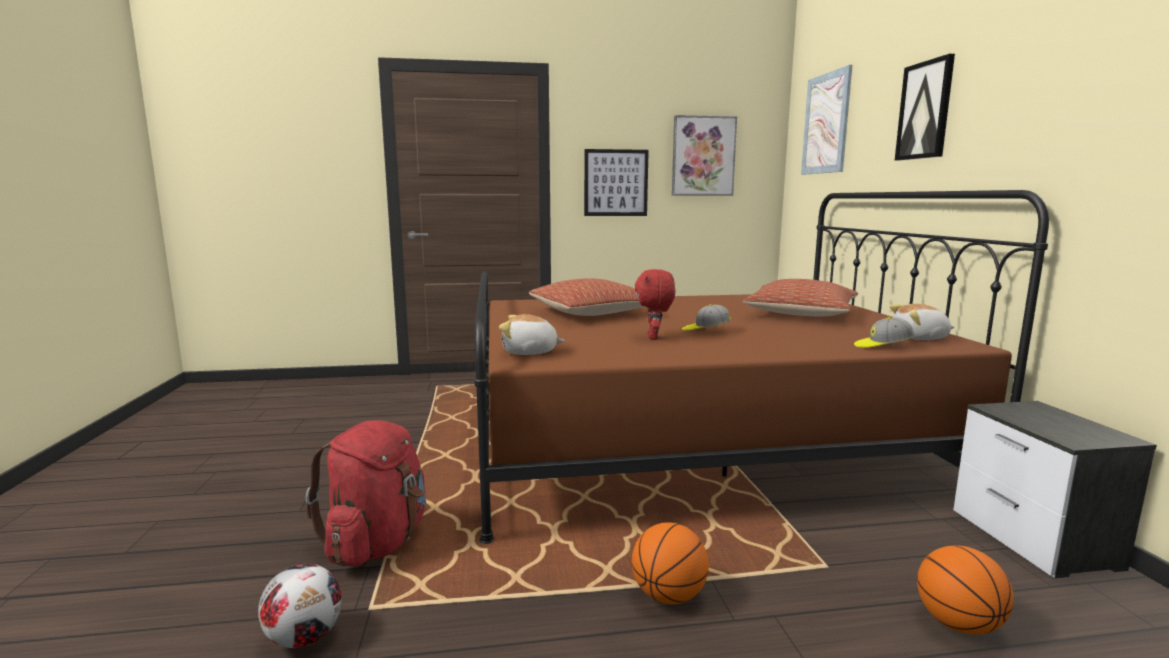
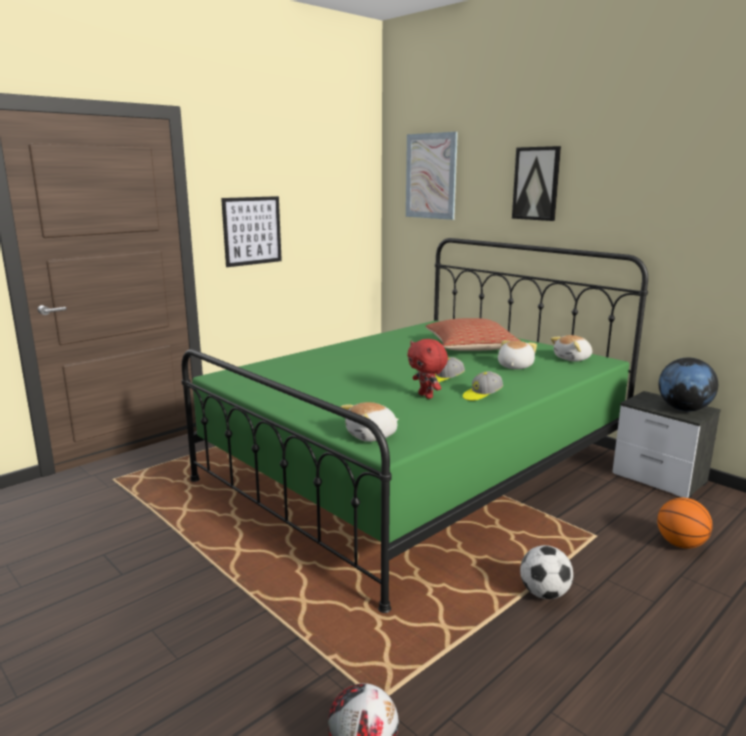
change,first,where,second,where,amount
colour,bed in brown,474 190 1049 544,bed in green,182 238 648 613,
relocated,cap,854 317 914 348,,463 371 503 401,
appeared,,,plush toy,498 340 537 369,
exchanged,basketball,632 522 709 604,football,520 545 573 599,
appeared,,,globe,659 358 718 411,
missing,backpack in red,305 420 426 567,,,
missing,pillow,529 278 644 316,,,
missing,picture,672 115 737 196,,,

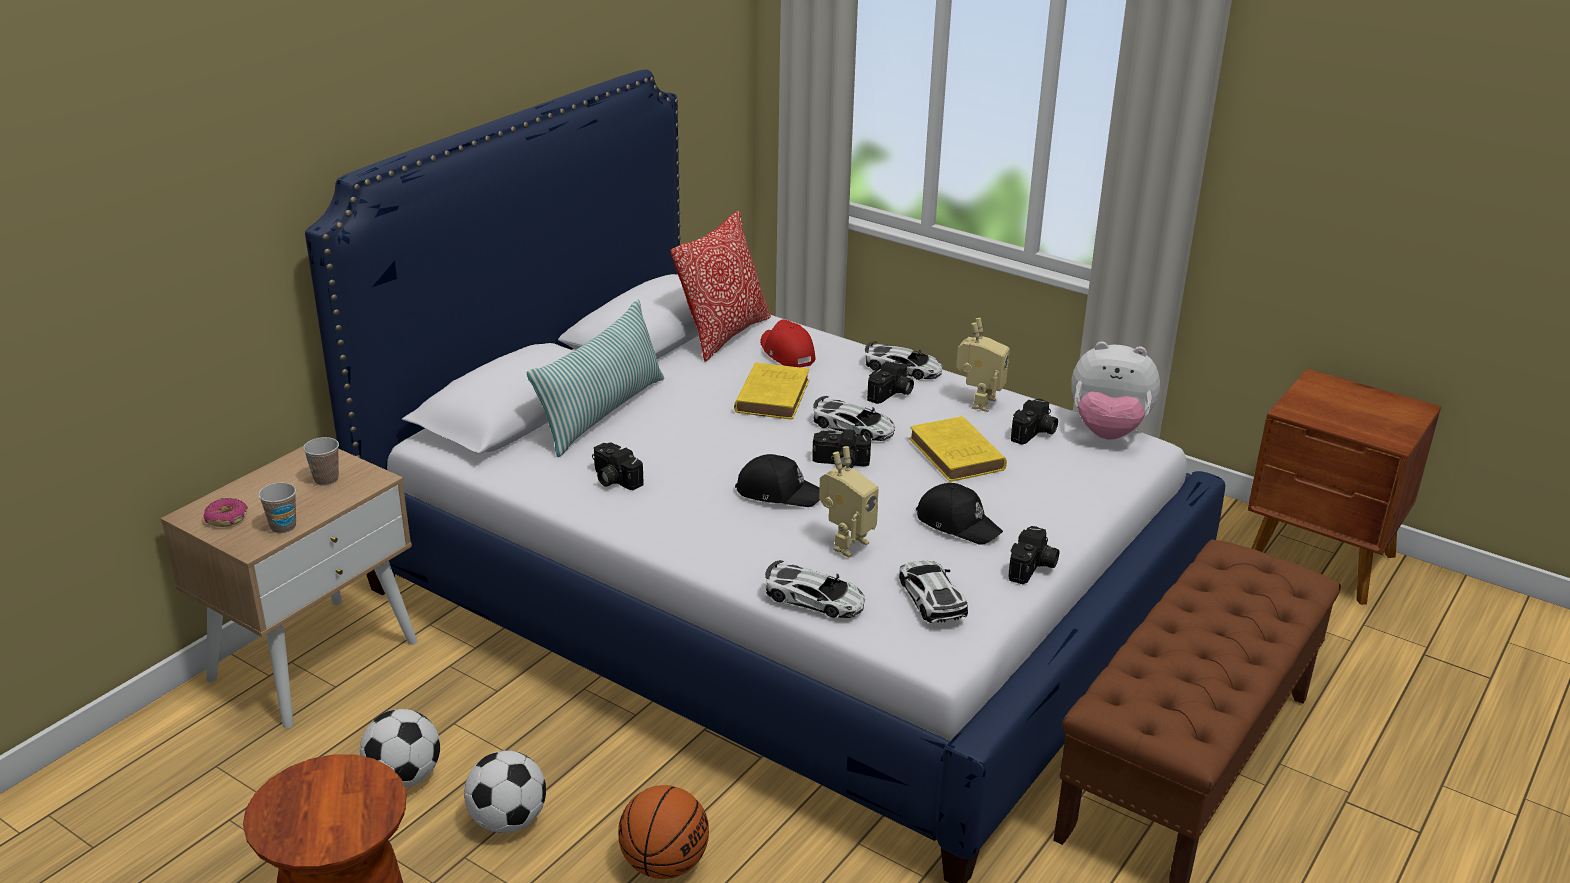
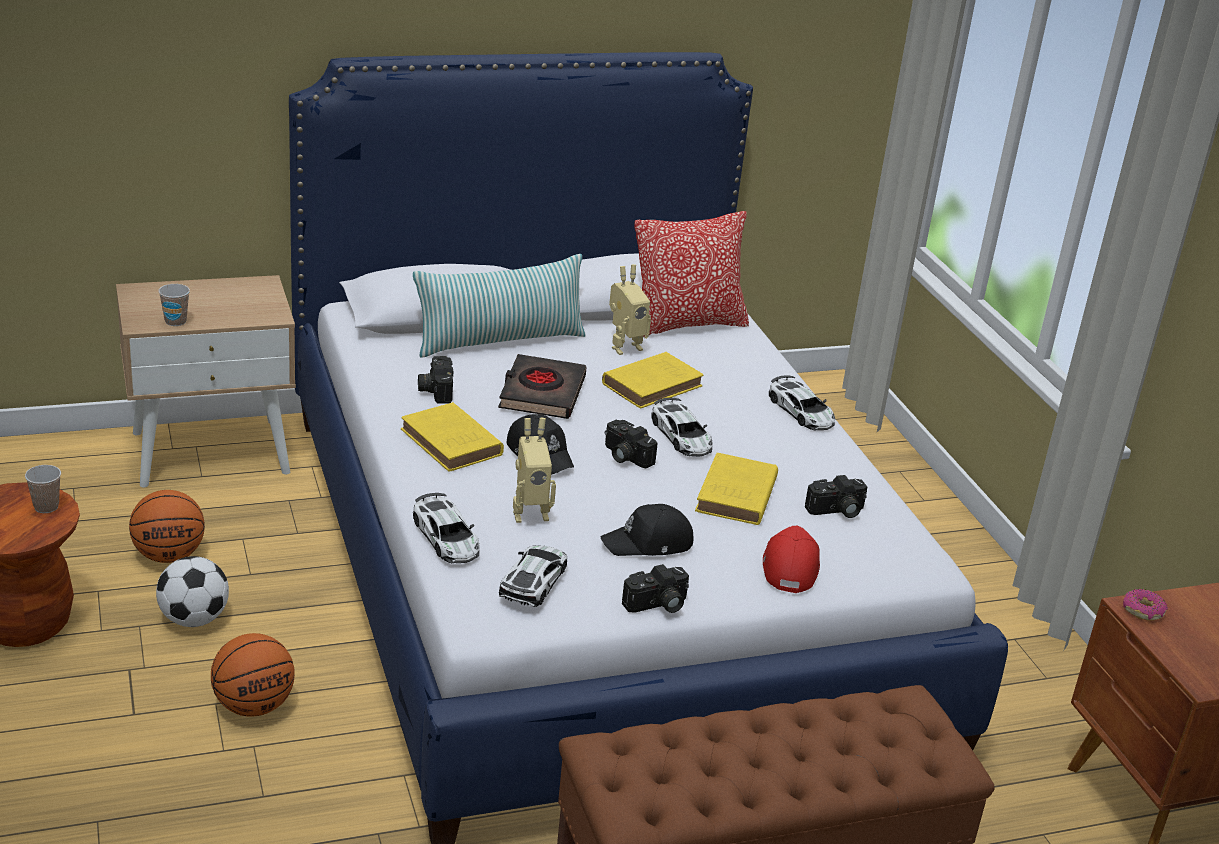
change,first,where,second,where,amount
relocated,cup,303 437 339 486,,25 465 61 513,
exchanged,football,360 709 440 788,basketball,129 490 205 563,
appeared,,,book in yellow,401 402 504 472,
appeared,,,book in black,498 354 587 419,
spun,cap in black,916 483 1003 545,,600 504 694 556,90 degrees clockwise
relocated,toy robot,956 318 1010 412,,609 265 651 355,
relocated,cap in red,760 320 816 368,,763 526 820 593,
relocated,donut,204 498 248 527,,1123 589 1168 621,
missing,photo camera,867 361 914 404,,,
missing,plush toy,1071 341 1160 440,,,

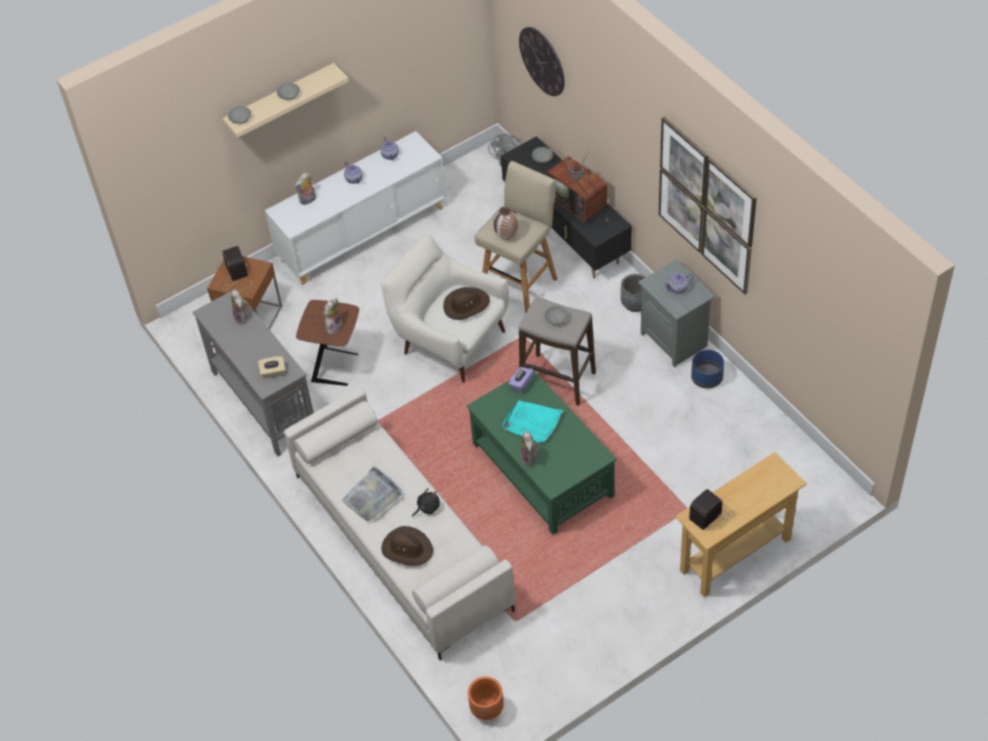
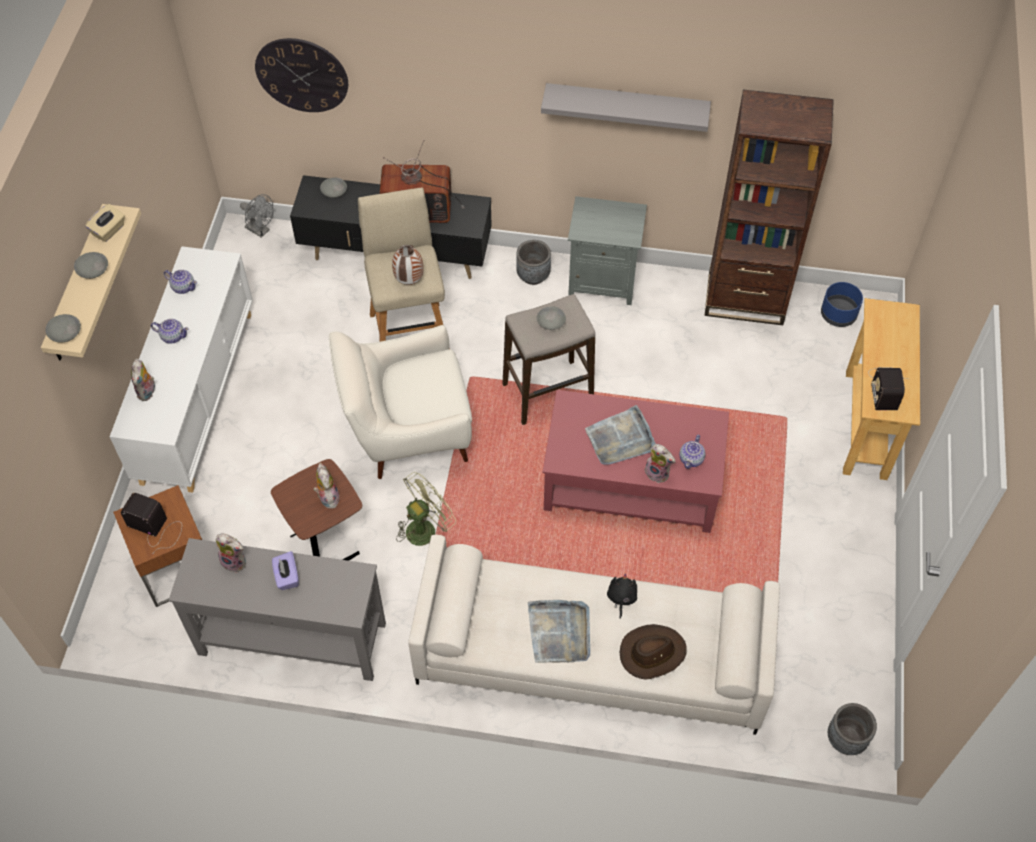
change,first,where,second,where,amount
relocated,tissue box in beige,258 356 285 378,,85 204 125 242,
relocated,tissue box in purple,508 367 534 393,,272 551 299 590,
appeared,,,fan in green,396 472 456 546,
exchanged,picture,659 117 757 295,shelf in grey,541 83 711 132,
colour,coffee table in green,467 368 617 535,coffee table in red,543 390 729 533,
colour,tray in turquoise,502 401 563 443,tray in grey,585 405 656 465,
relocated,teapot,664 273 693 293,,679 434 705 469,
appeared,,,bookcase in brown,705 89 834 325,
relocated,planter in blue,691 350 724 389,,821 282 863 327,
colour,planter in orange,468 677 504 720,planter in grey,828 703 877 755,
missing,hat in brown,443 287 490 320,,,

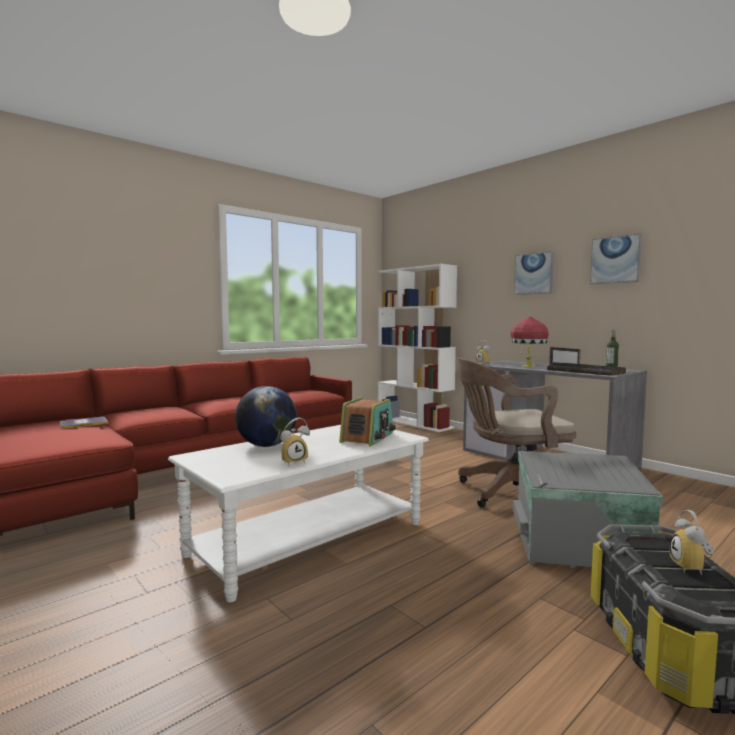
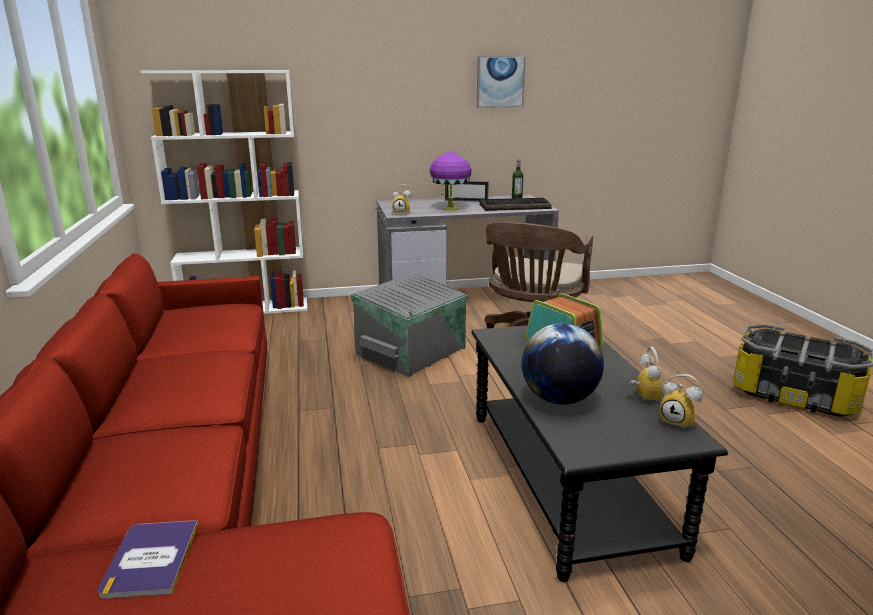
change,first,where,second,where,amount
relocated,storage box in grey,513 451 663 568,,351 273 468 377,
colour,table lamp in red,511 316 549 367,table lamp in purple,430 151 471 210,
colour,coffee table in white,168 425 429 602,coffee table in black,471 325 728 582,
relocated,alarm clock,669 510 714 576,,660 374 703 430,
missing,picture,514 251 554 295,,,

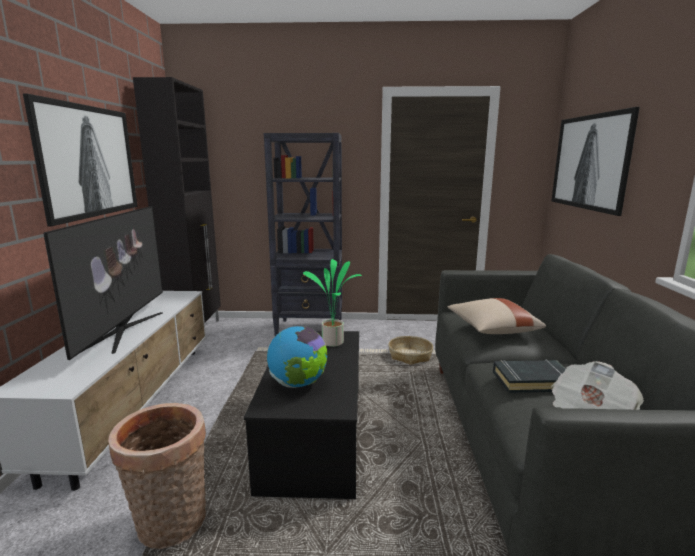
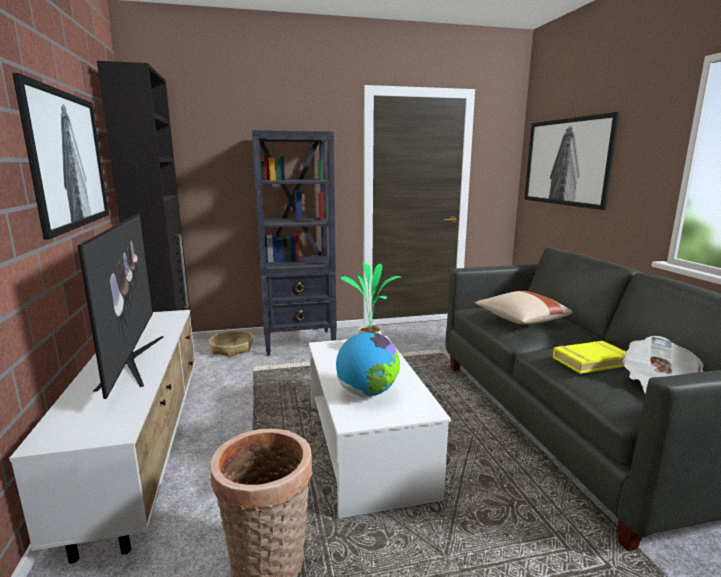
change,first,where,second,where,amount
relocated,basket,388 336 433 365,,209 331 253 357,
colour,coffee table in black,244 331 359 499,coffee table in white,309 336 451 518,
colour,book in black,493 360 566 393,book in yellow,553 341 626 374,

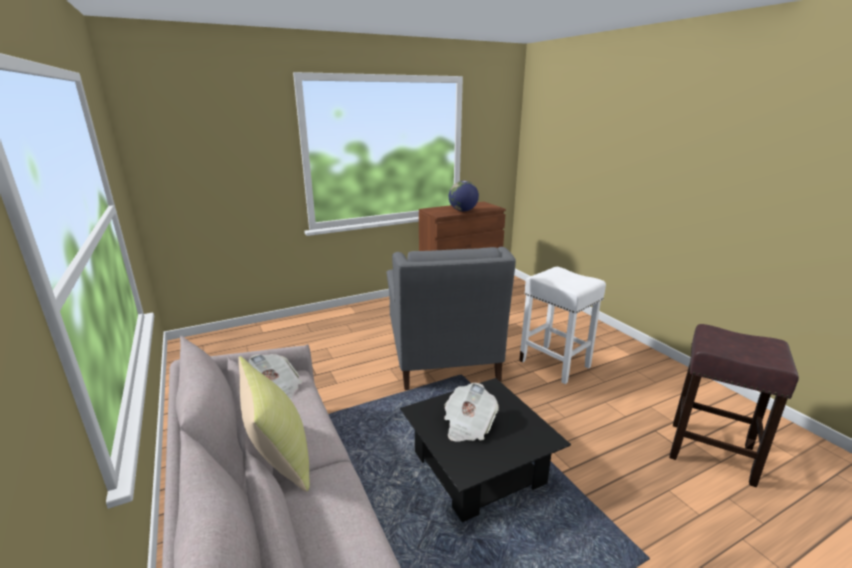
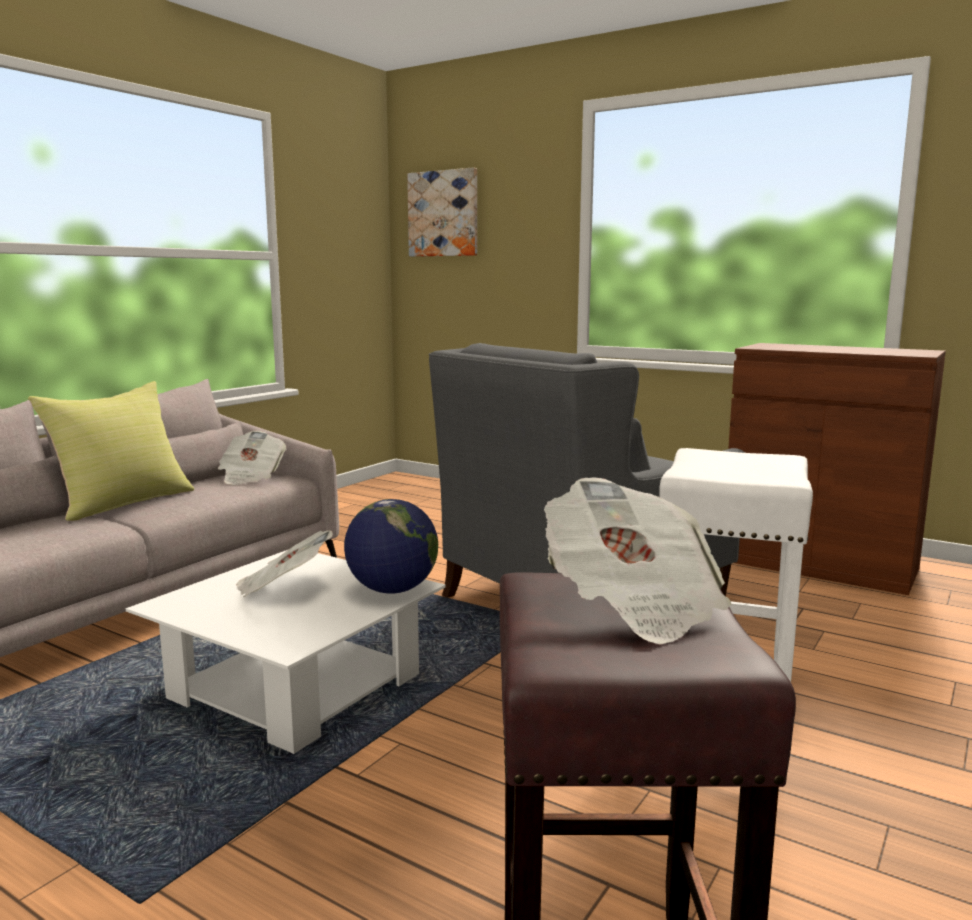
change,first,where,second,where,amount
colour,coffee table in black,400 378 571 522,coffee table in white,126 549 446 754,
relocated,globe,449 181 479 211,,344 499 438 594,
appeared,,,picture,407 167 477 257,
appeared,,,newspaper,544 477 731 645,

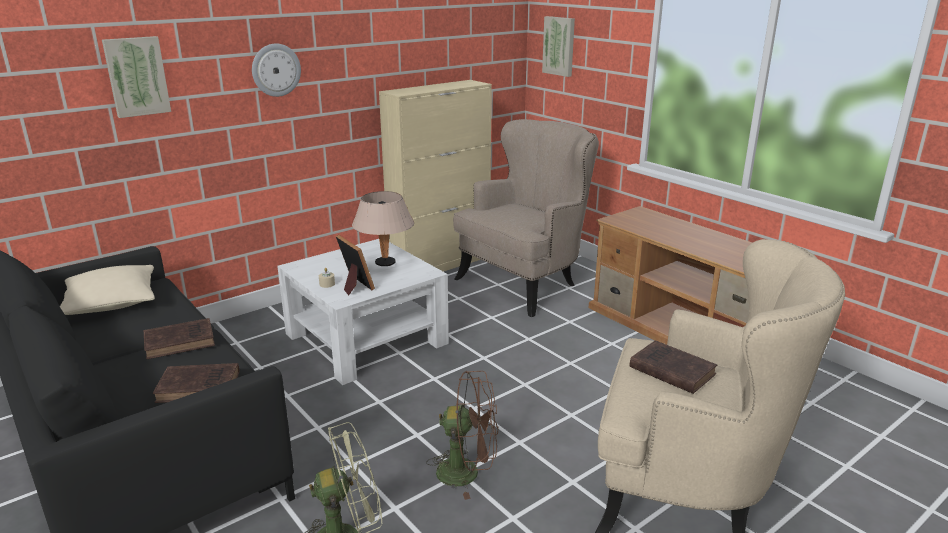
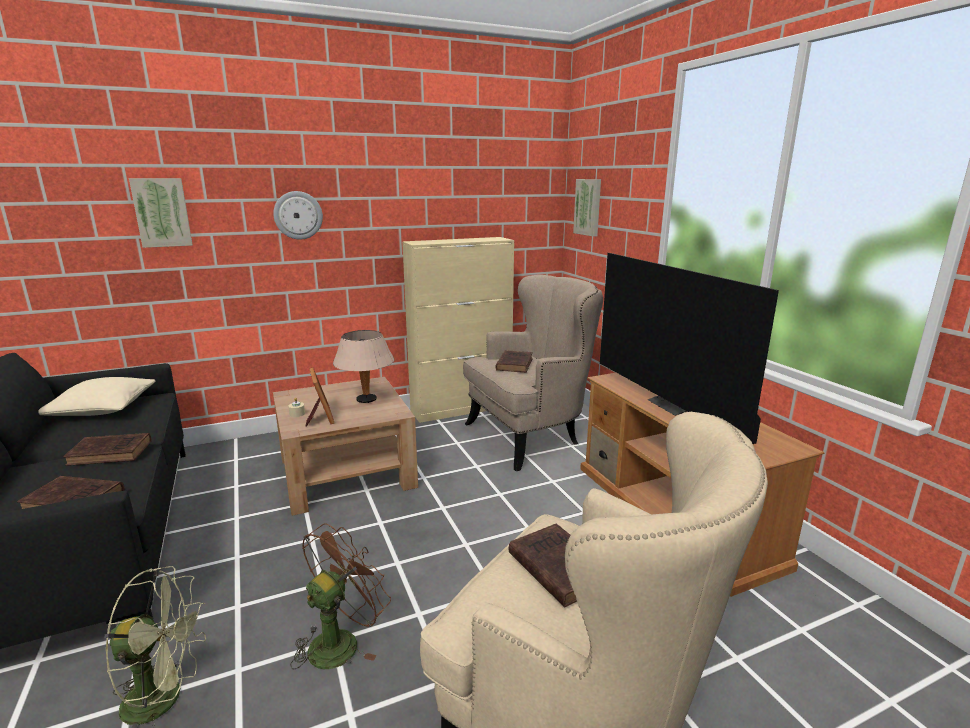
change,first,where,second,where,amount
colour,coffee table in white,277 239 449 385,coffee table in brown,273 377 418 516,
spun,fan in brown,426 371 498 500,,290 524 391 669,75 degrees counterclockwise
appeared,,,book in brown,495 350 533 373,
appeared,,,television,600 253 779 444,

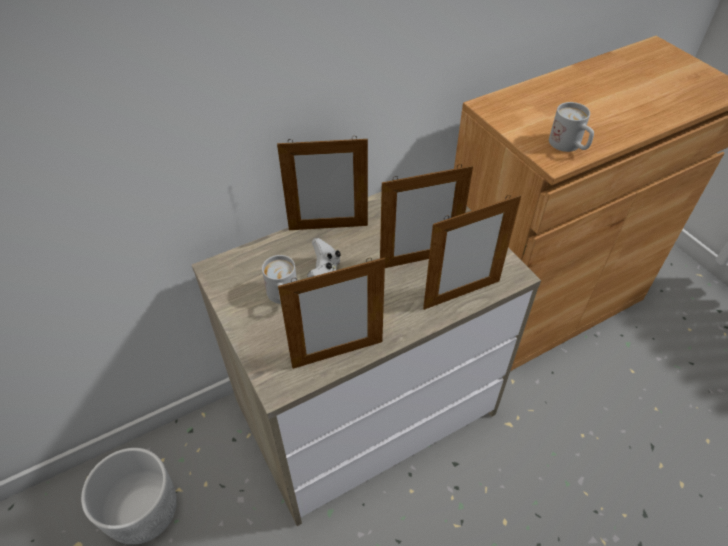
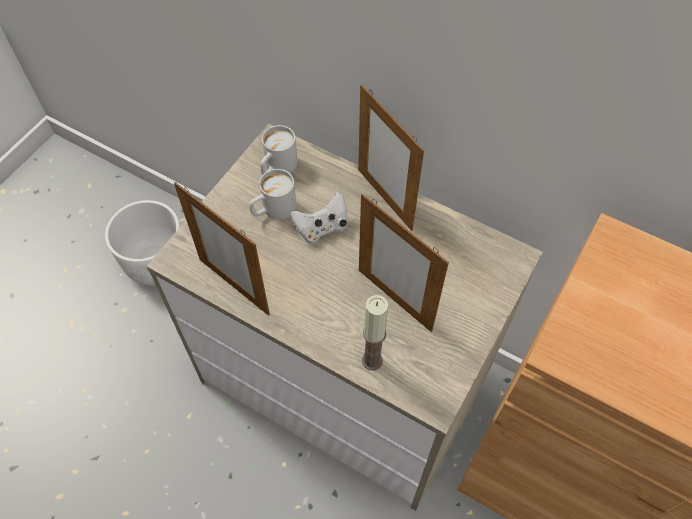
change,first,where,second,where,amount
relocated,mug in white,549 102 594 152,,260 125 298 175,
exchanged,picture frame,423 195 521 310,candle,362 295 388 370,

